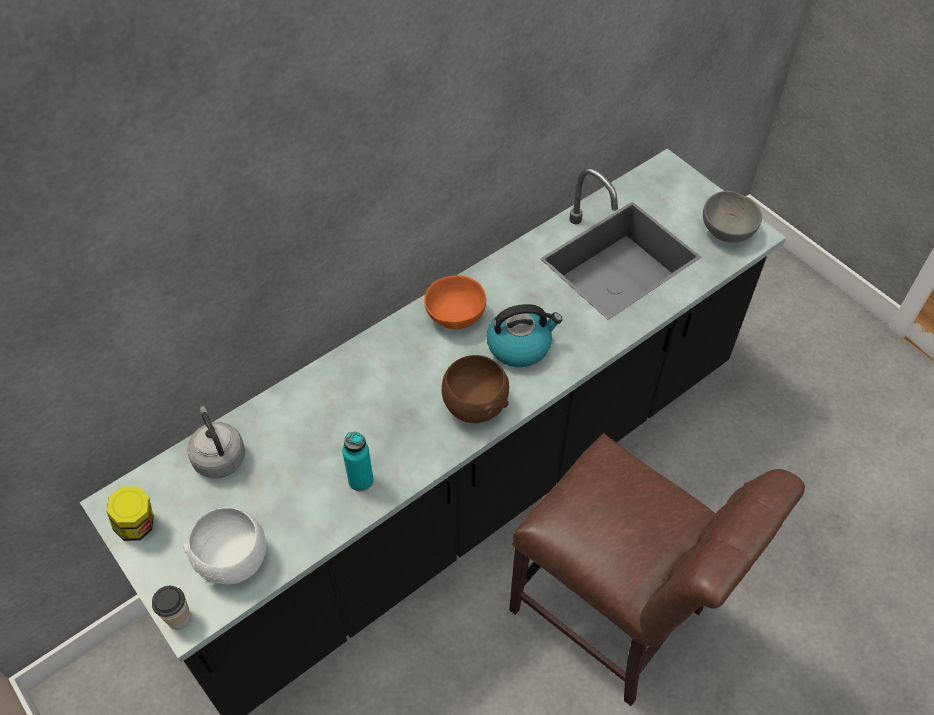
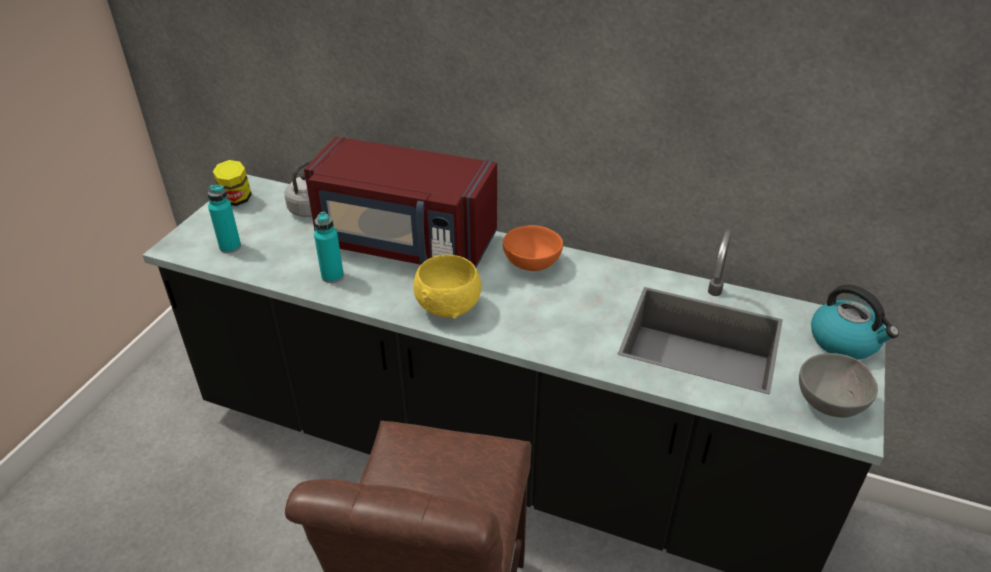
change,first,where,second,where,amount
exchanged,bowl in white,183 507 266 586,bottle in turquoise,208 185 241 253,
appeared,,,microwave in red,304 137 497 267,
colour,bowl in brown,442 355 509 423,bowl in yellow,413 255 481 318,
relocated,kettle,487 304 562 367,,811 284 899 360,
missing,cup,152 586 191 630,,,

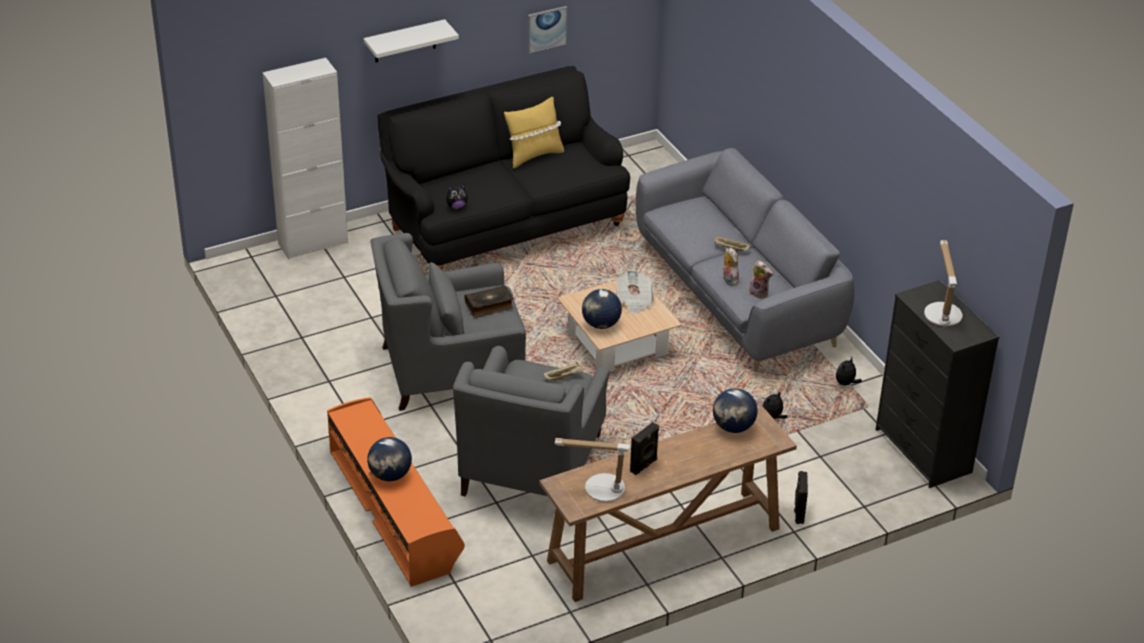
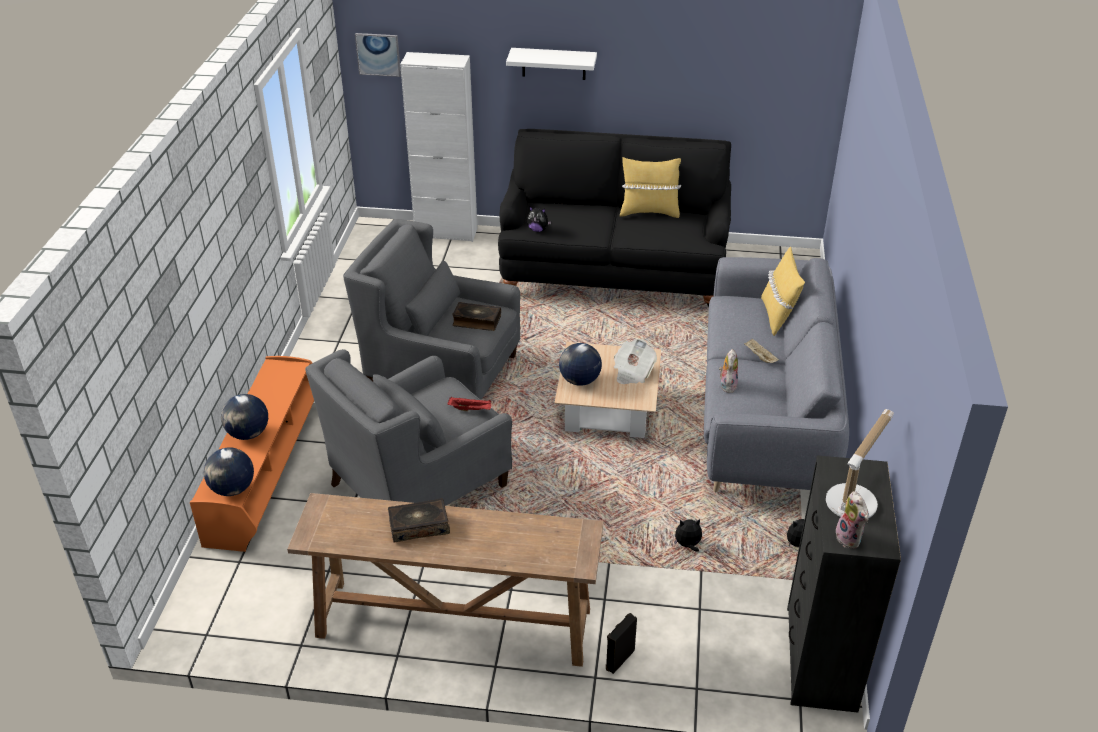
change,first,where,second,where,amount
relocated,globe,713 388 757 433,,204 447 254 496,
relocated,picture,528 6 568 53,,355 33 401 77,
exchanged,speaker in black,630 422 659 475,book,388 498 450 543,
colour,tray in beige,544 362 584 381,tray in red,447 397 491 412,
appeared,,,pillow in yellow,761 247 805 336,
relocated,plush toy,749 260 773 299,,836 491 869 549,
missing,table lamp,555 438 630 502,,,

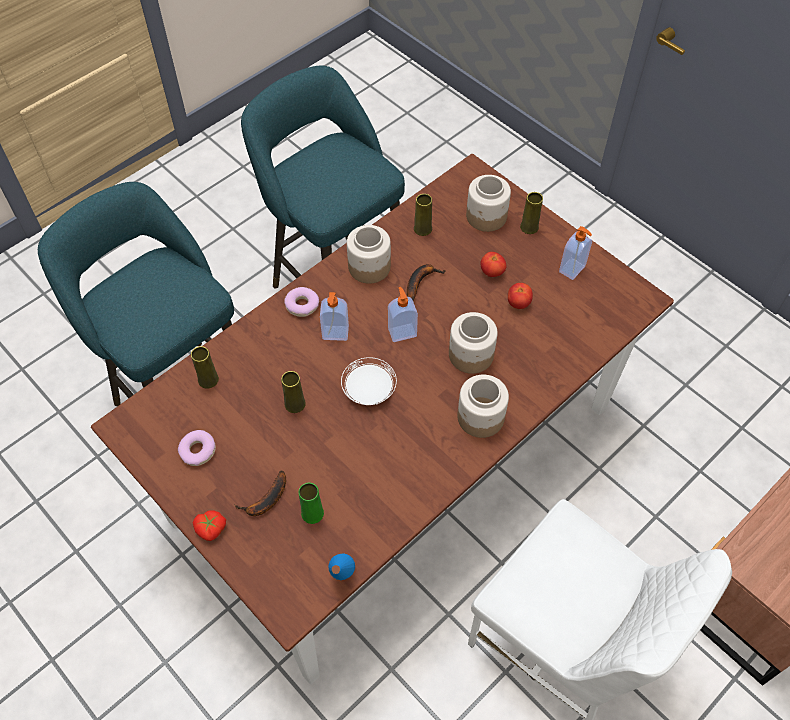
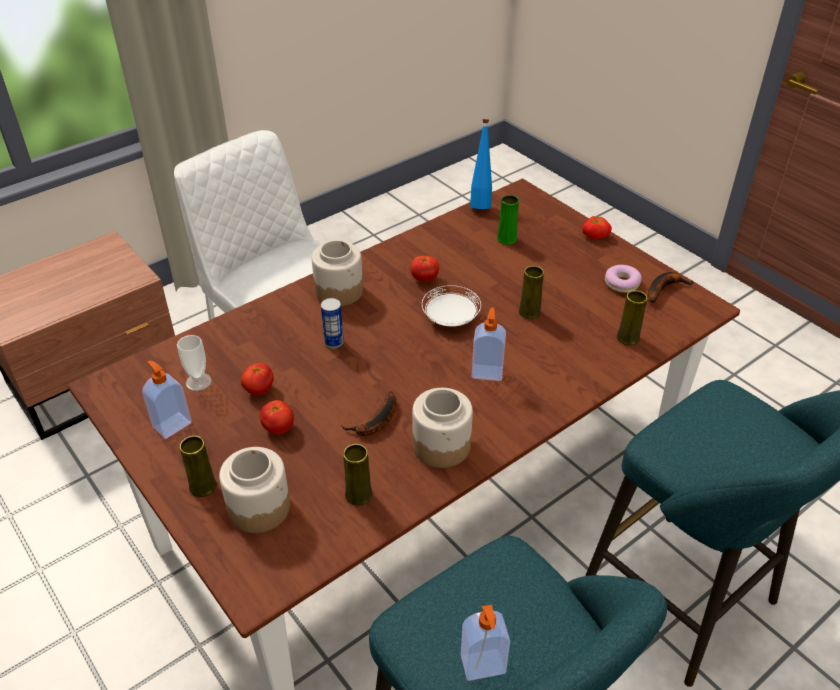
change,first,where,second,where,amount
appeared,,,cup,177 335 212 391,
exchanged,jar,449 312 498 374,can,321 298 344 349,
appeared,,,tomato,410 256 439 282,
relocated,soap dispenser,388 287 418 342,,461 605 510 681,
relocated,banana,234 470 286 516,,647 272 694 303,
missing,donut,284 287 319 317,,,

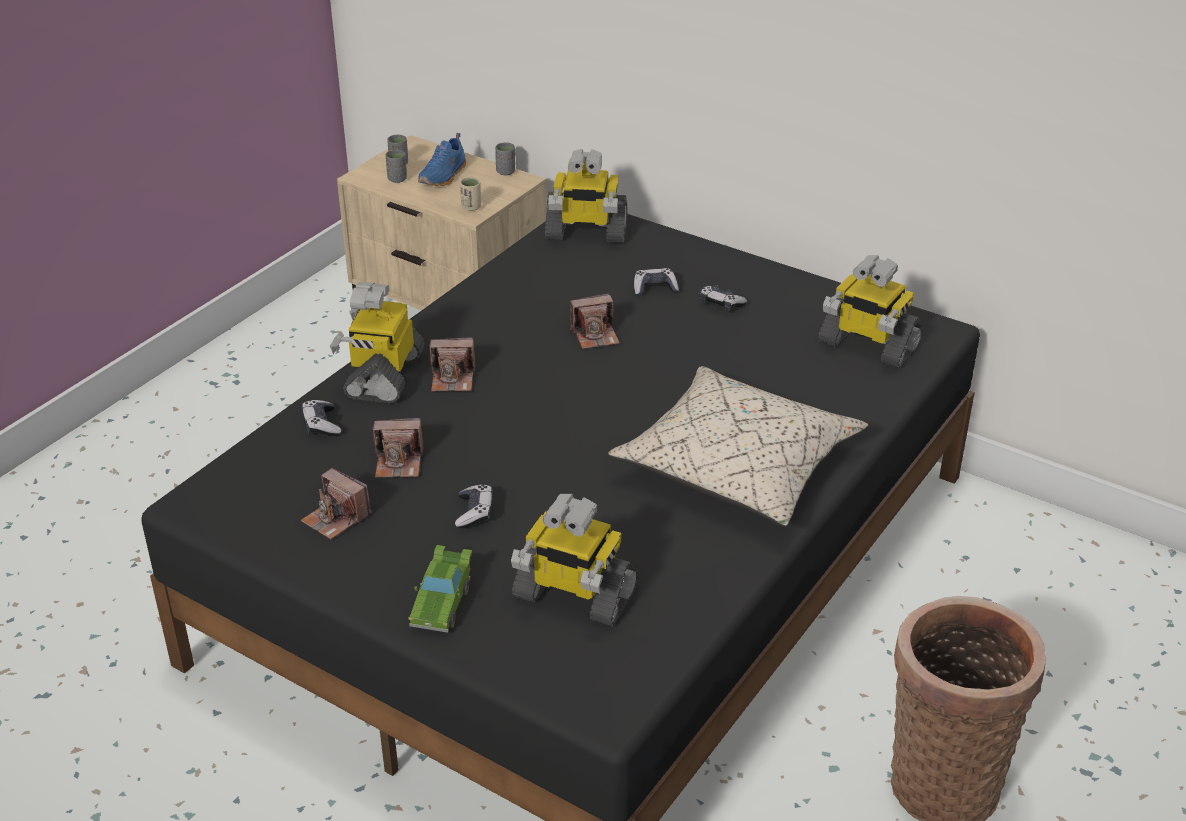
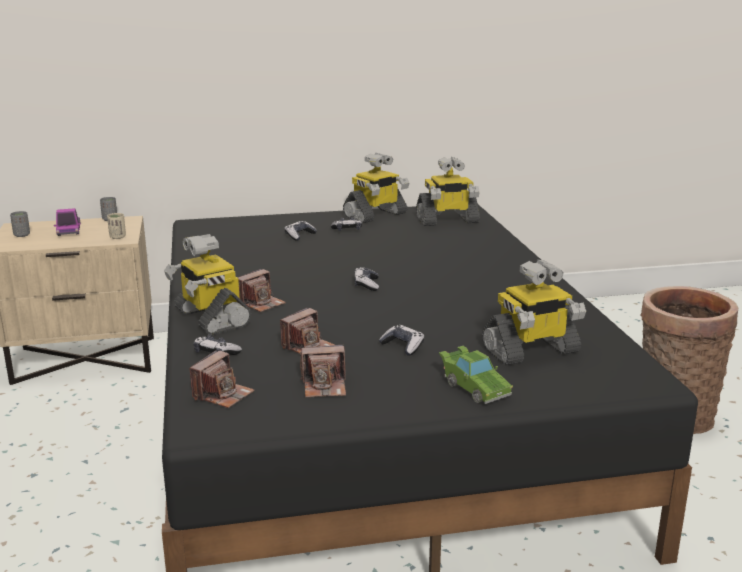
change,first,where,second,where,amount
exchanged,shoe in blue,418 133 466 186,toy truck,54 208 81 236,
relocated,photo camera,570 293 620 349,,189 350 254 408,
relocated,toy robot,545 149 627 243,,343 153 409 223,
appeared,,,game controller,354 267 379 291,
missing,cup in grey,386 150 407 183,,,
missing,pillow in beige,608 366 868 527,,,

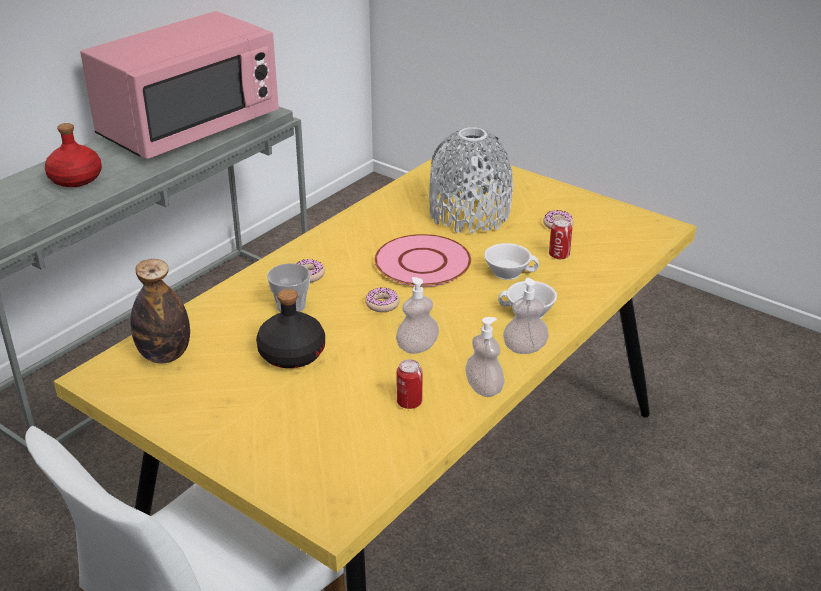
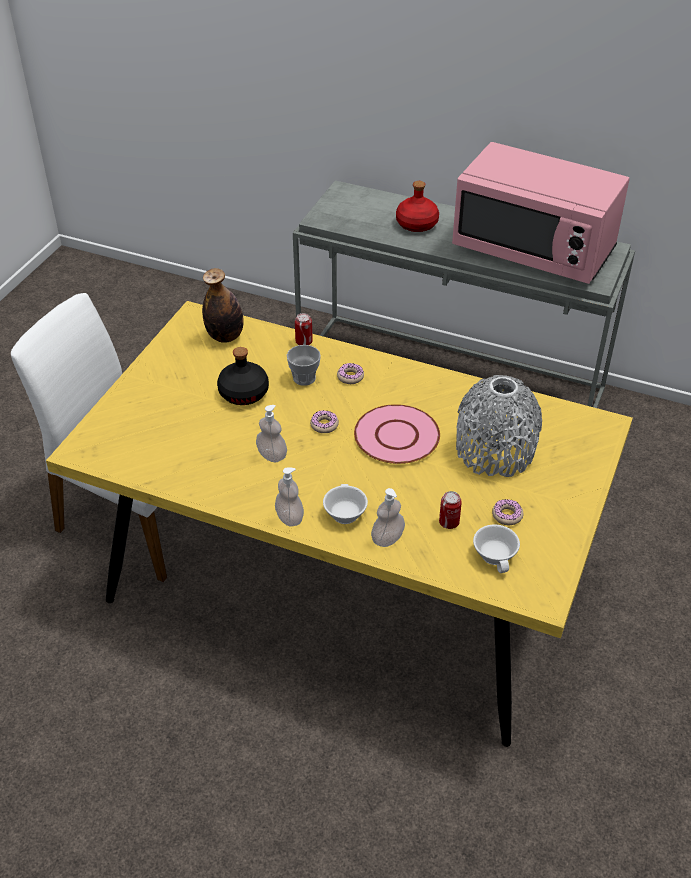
change,first,where,second,where,amount
relocated,can,397 359 423 409,,295 313 313 345,
relocated,soap dispenser,465 317 504 397,,371 488 405 547,
relocated,cup in white,484 243 539 280,,473 525 520 573,

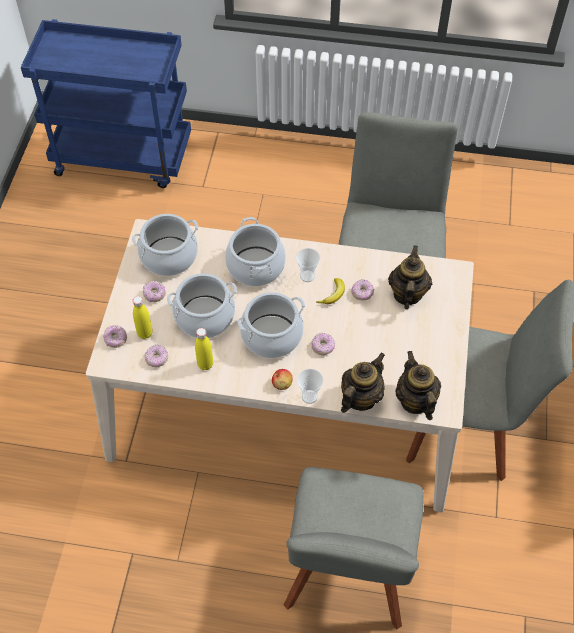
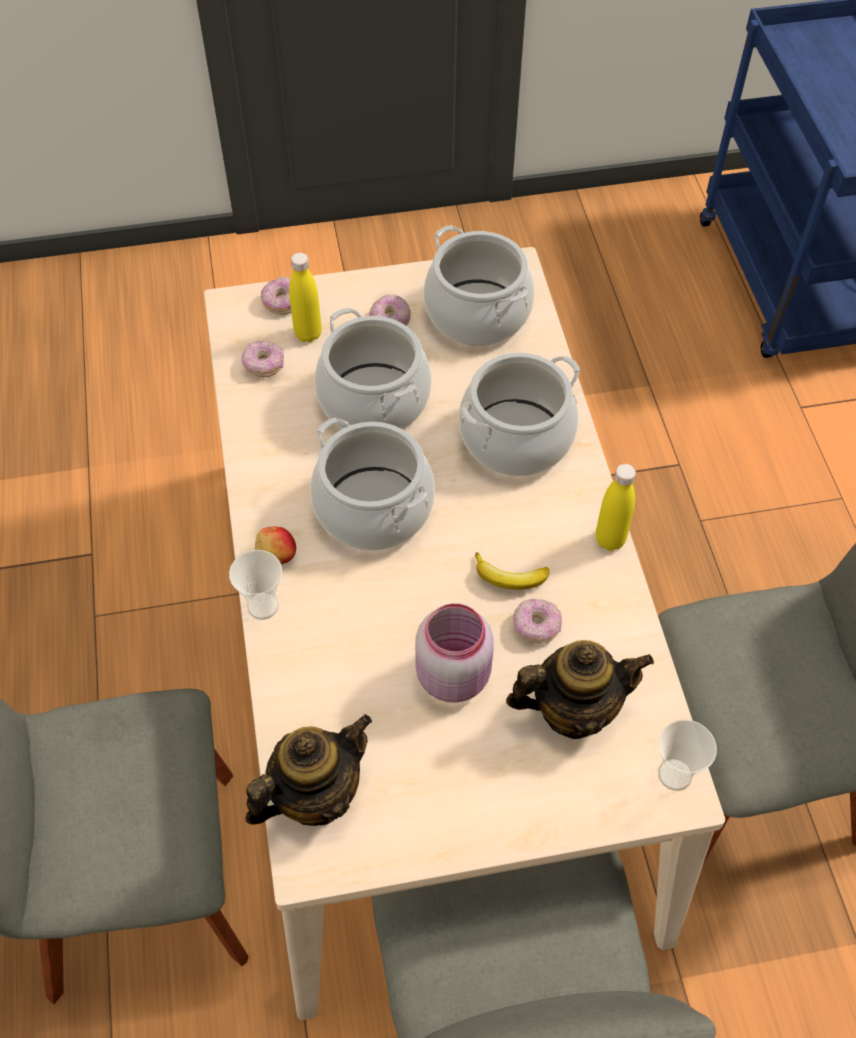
change,first,where,second,where,amount
appeared,,,jar in pink,415 603 494 703,
relocated,bottle in yellow,195 328 213 370,,596 464 636 551,
relocated,cup,296 248 320 282,,658 719 717 791,
missing,donut,312 333 335 355,,,
missing,teapot,341 353 385 413,,,

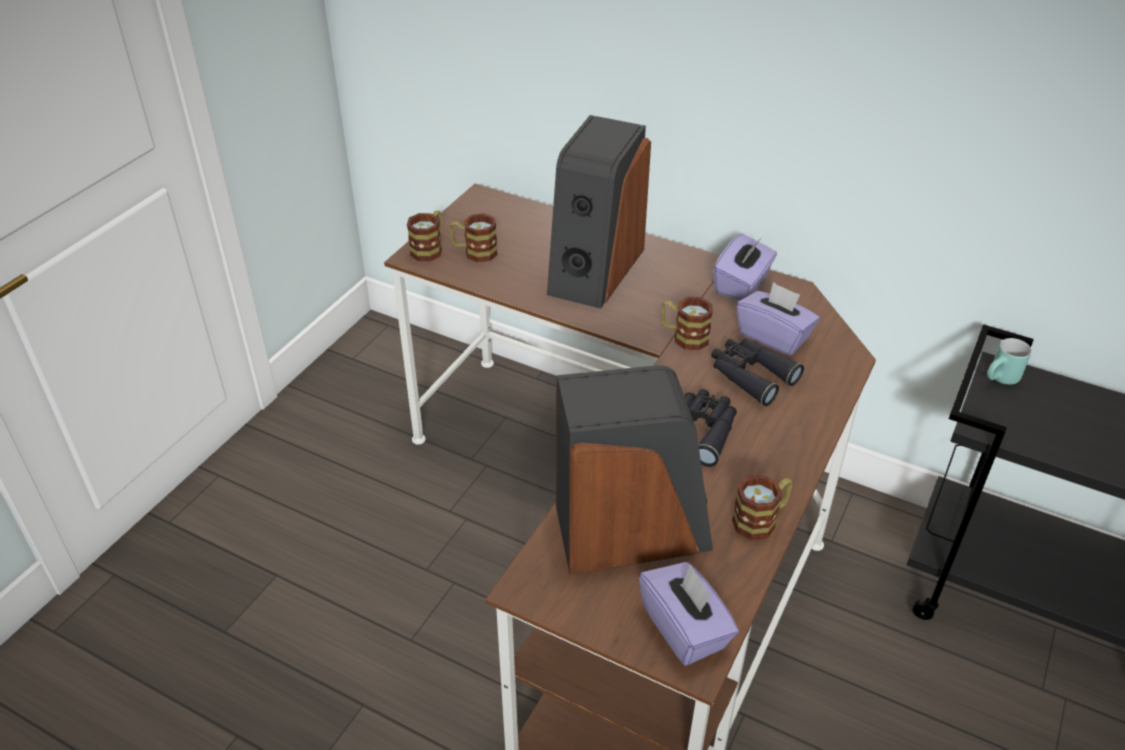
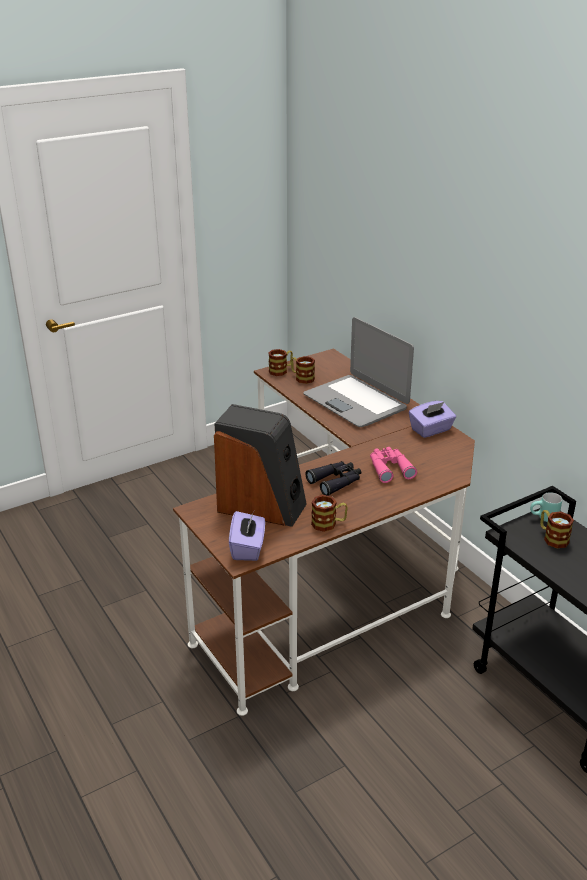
change,first,where,second,where,amount
exchanged,speaker,547 115 651 309,laptop,303 317 414 427,
colour,binoculars in black,711 339 804 406,binoculars in pink,370 447 417 483,
relocated,mug,662 297 713 350,,540 510 574 548,
missing,tissue box in purple,737 282 820 355,,,

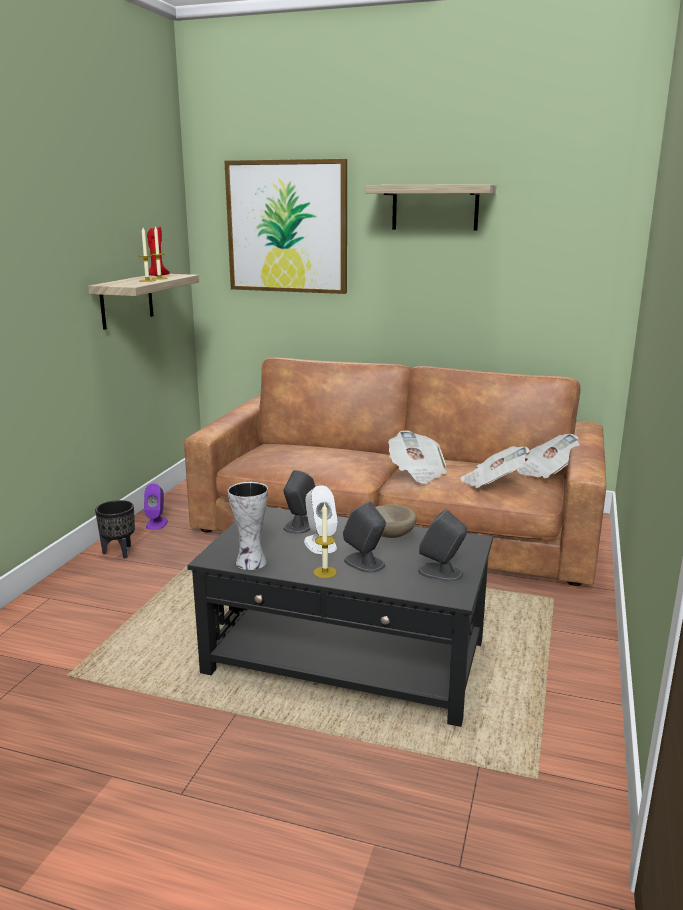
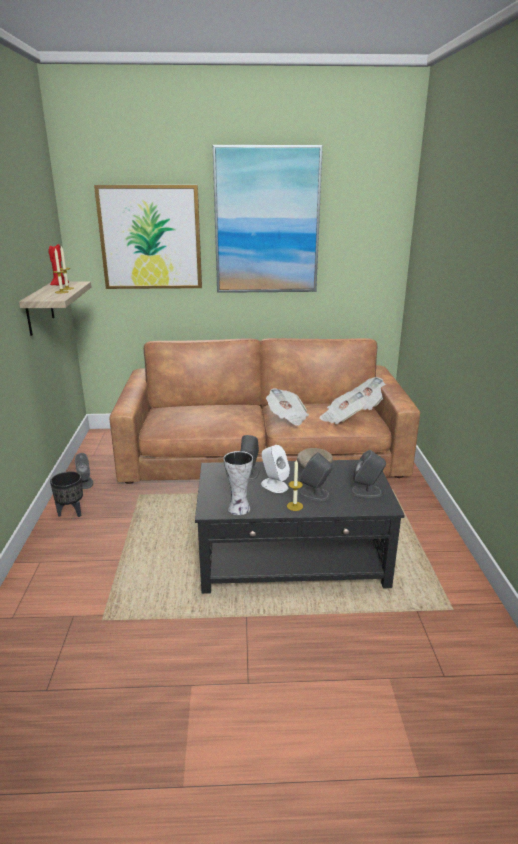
change,first,where,second,where,amount
colour,speaker in purple,144 484 168 530,speaker in grey,75 453 93 489,
exchanged,shelf,365 184 496 231,picture,212 145 323 293,

